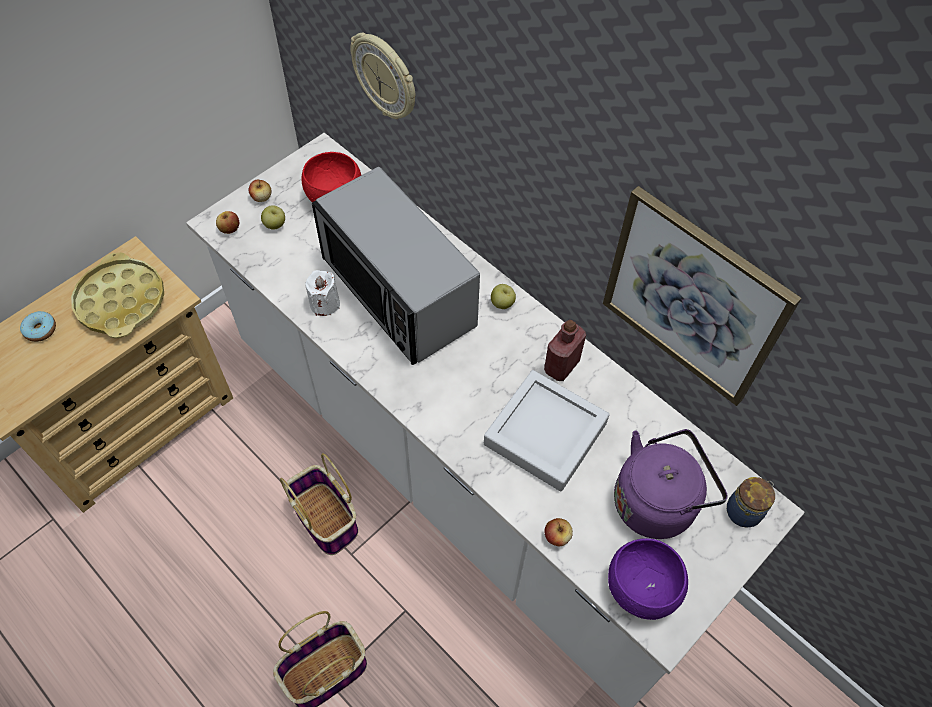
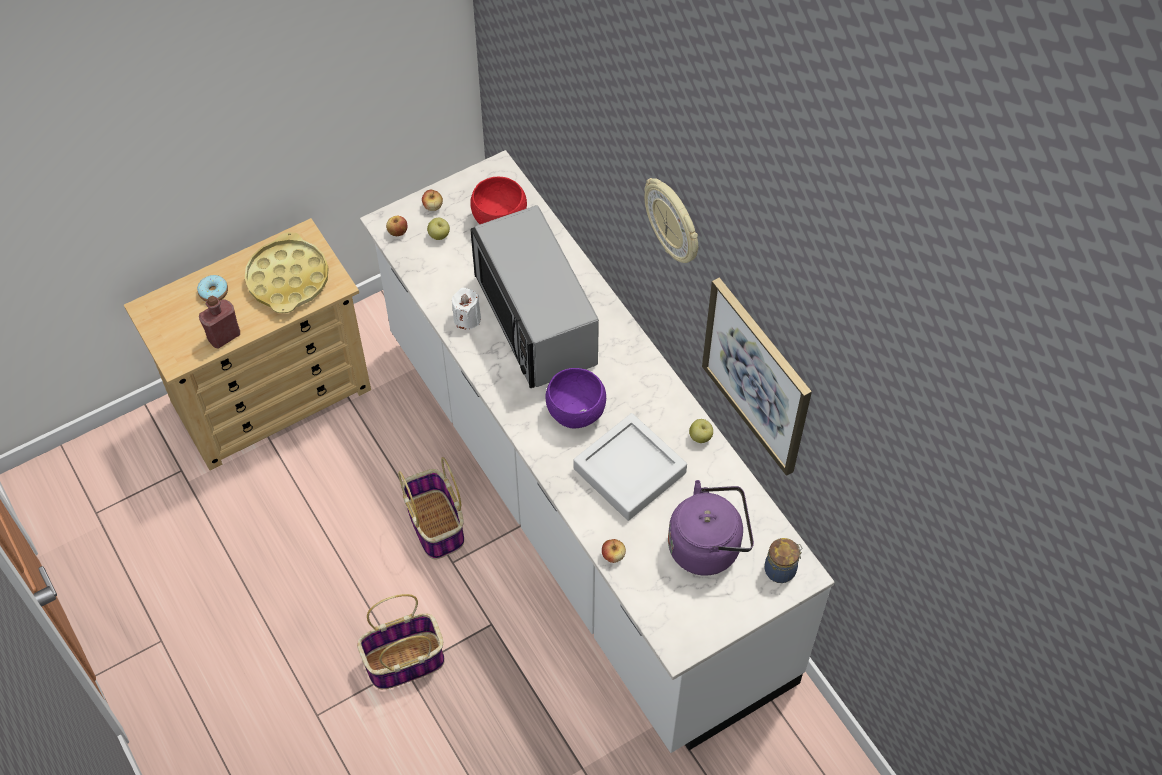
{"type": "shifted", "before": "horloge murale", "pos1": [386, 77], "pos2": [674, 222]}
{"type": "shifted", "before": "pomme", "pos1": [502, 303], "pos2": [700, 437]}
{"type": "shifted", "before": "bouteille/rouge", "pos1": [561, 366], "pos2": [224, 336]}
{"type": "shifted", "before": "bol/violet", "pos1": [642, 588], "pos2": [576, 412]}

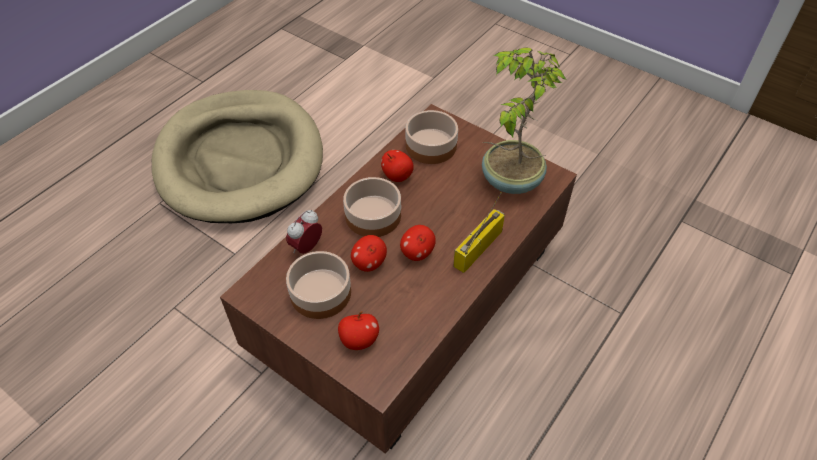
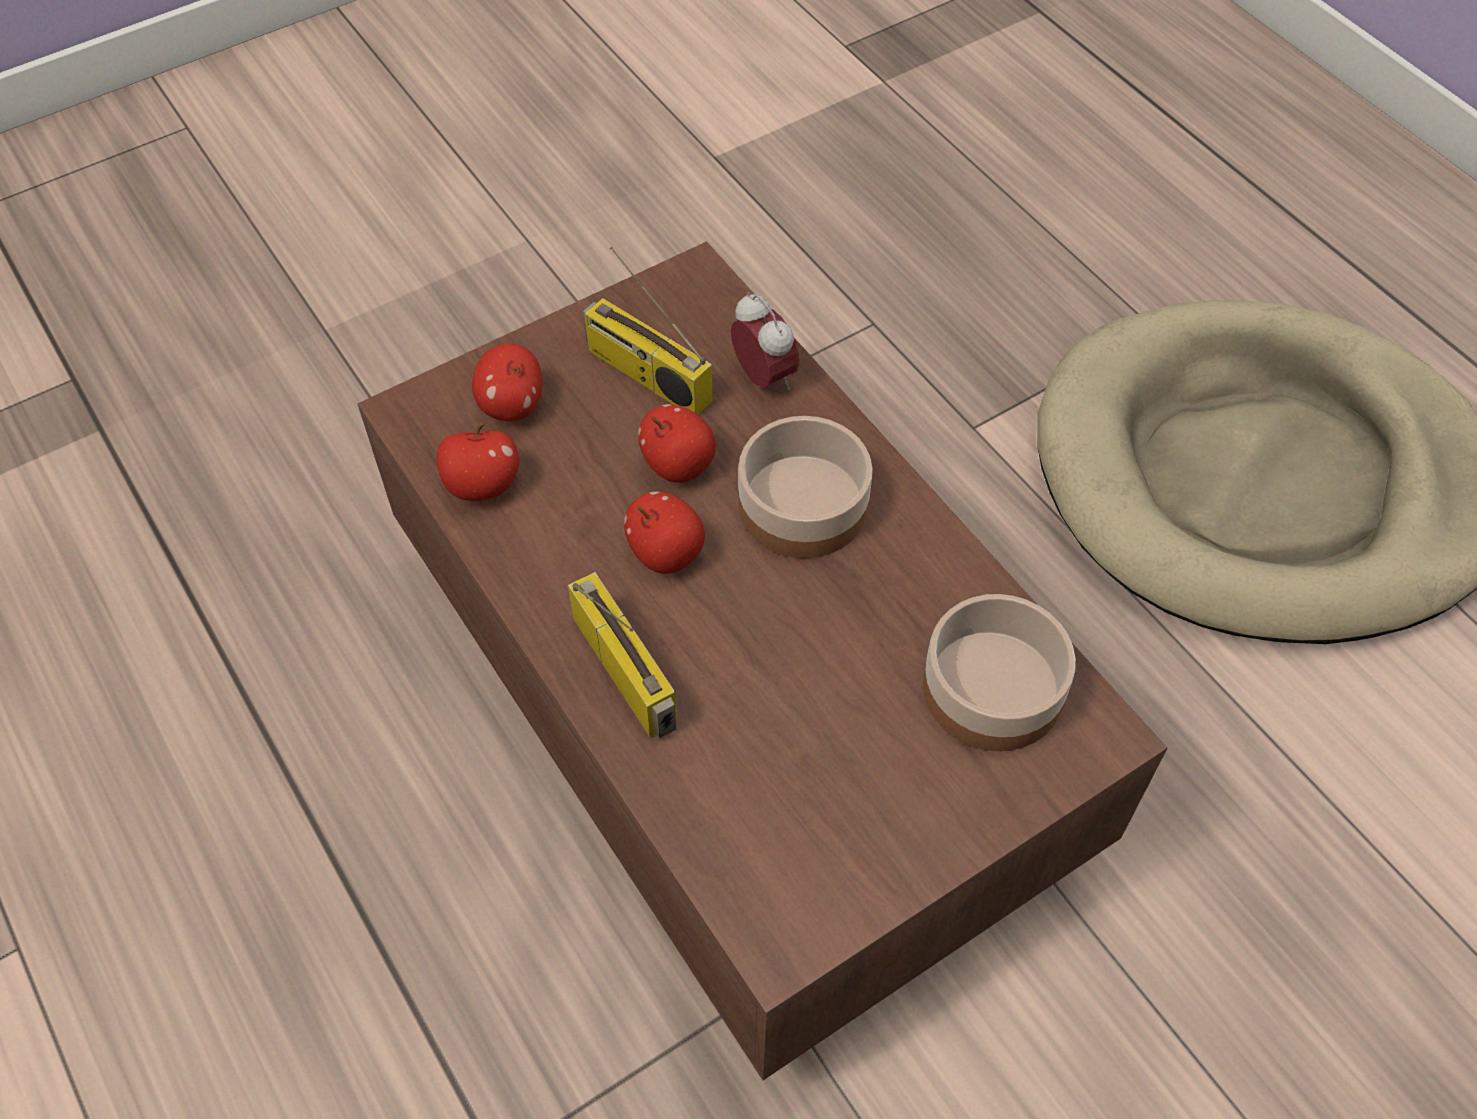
{"type": "gone", "before": "plante en pot", "pos1": [509, 180]}
{"type": "shifted", "before": "pomme", "pos1": [397, 176], "pos2": [482, 486]}
{"type": "swapped", "before": "bol", "after": "radio", "pos1": [320, 292], "pos2": [645, 376]}

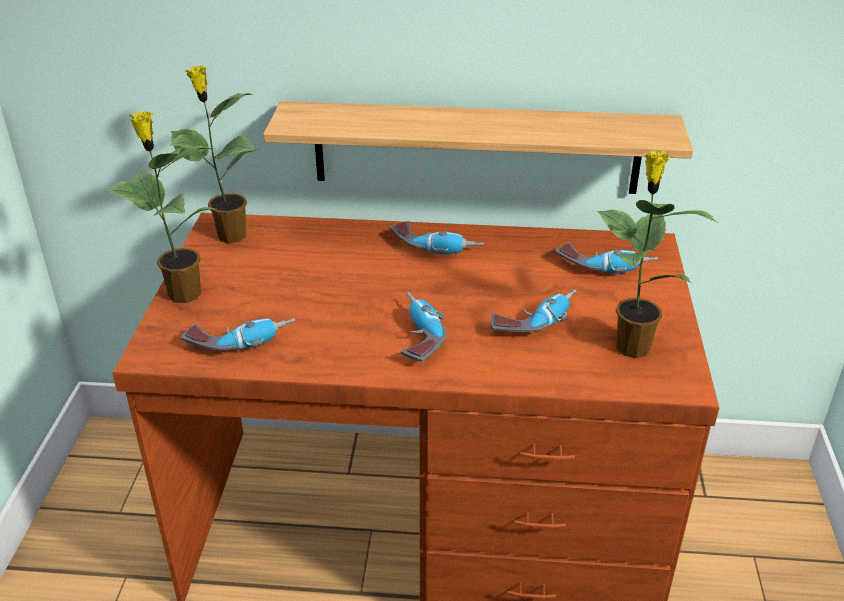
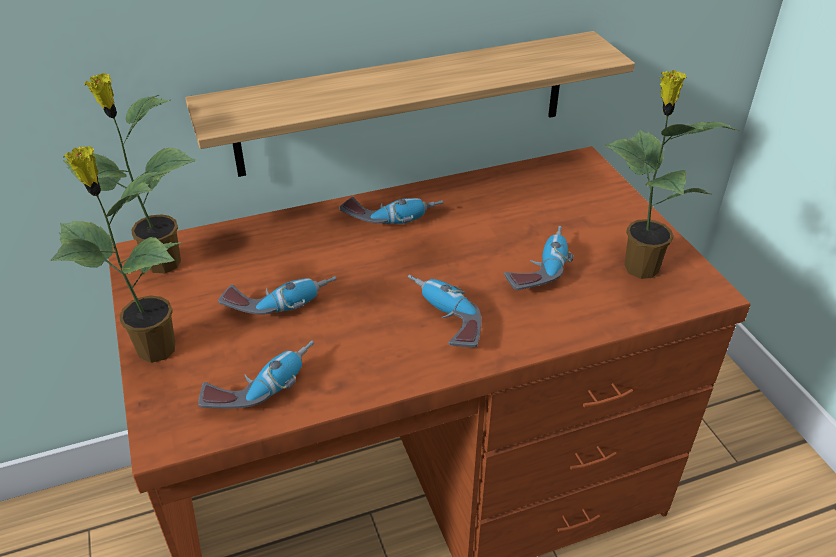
{"type": "shifted", "before": "perceuse", "pos1": [605, 266], "pos2": [280, 302]}

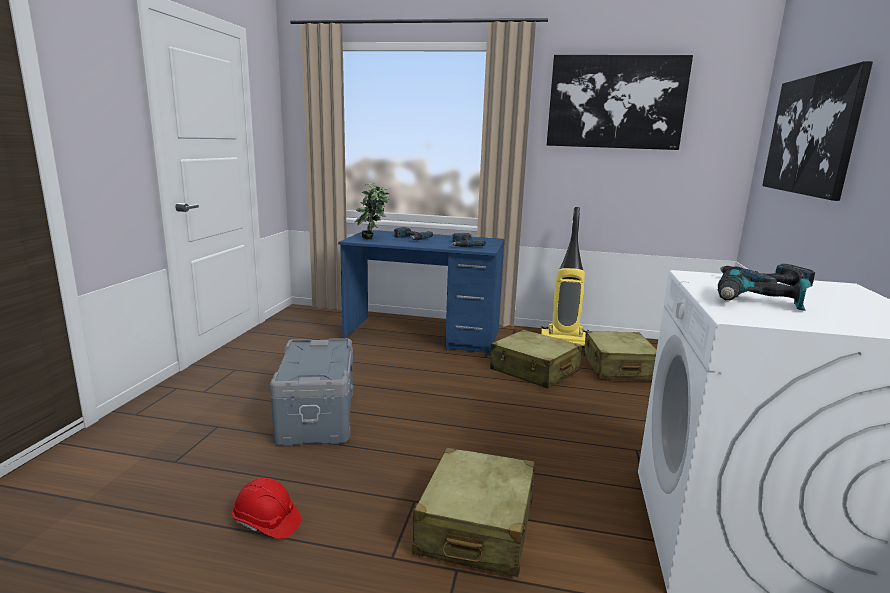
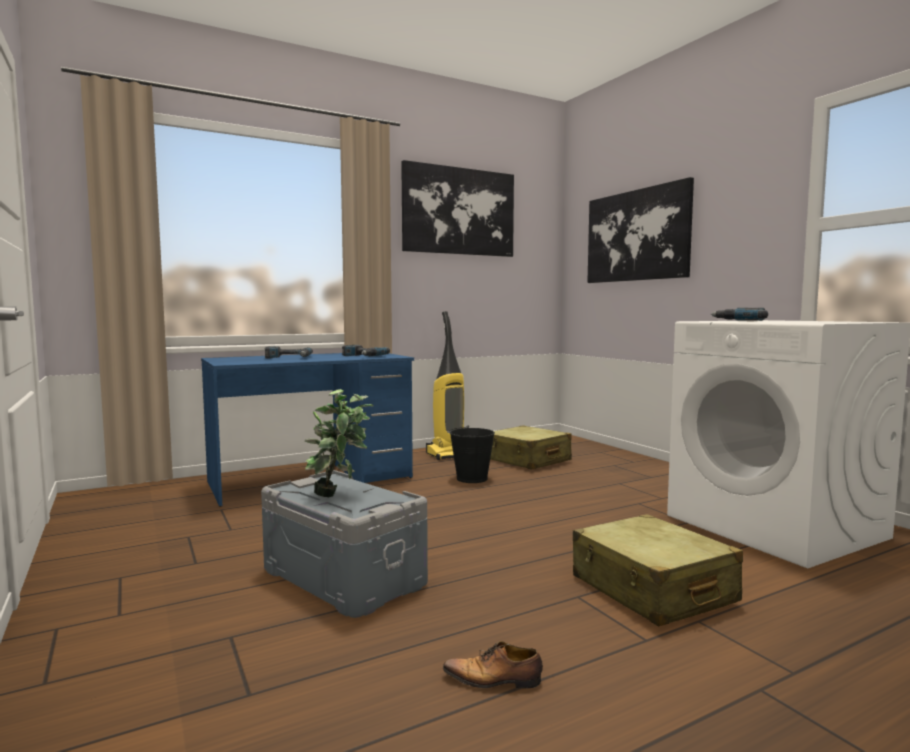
{"type": "shifted", "before": "plante en pot", "pos1": [373, 239], "pos2": [339, 495]}
{"type": "gone", "before": "perceuse", "pos1": [758, 303]}
{"type": "swapped", "before": "valise/beige", "after": "seau/noir", "pos1": [534, 371], "pos2": [472, 478]}
{"type": "swapped", "before": "casque de chantier/rouge", "after": "chaussure", "pos1": [266, 522], "pos2": [494, 680]}

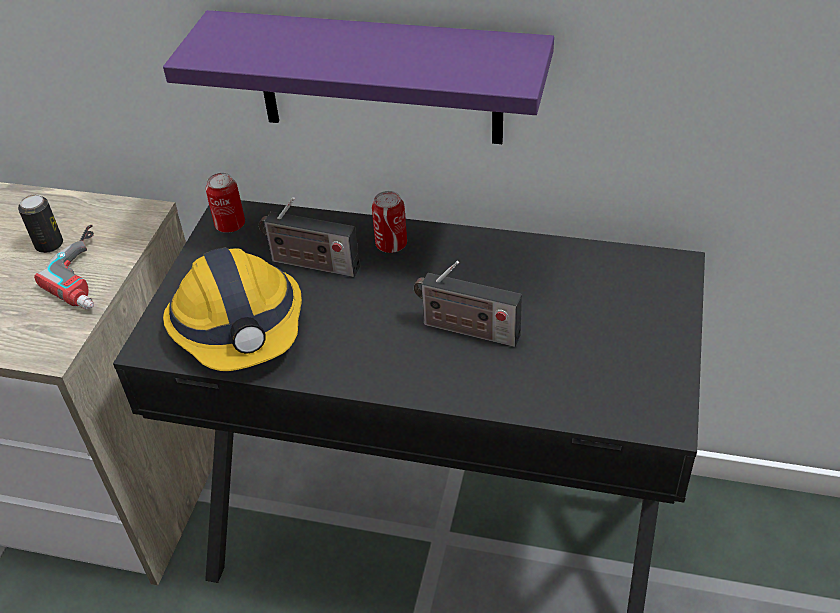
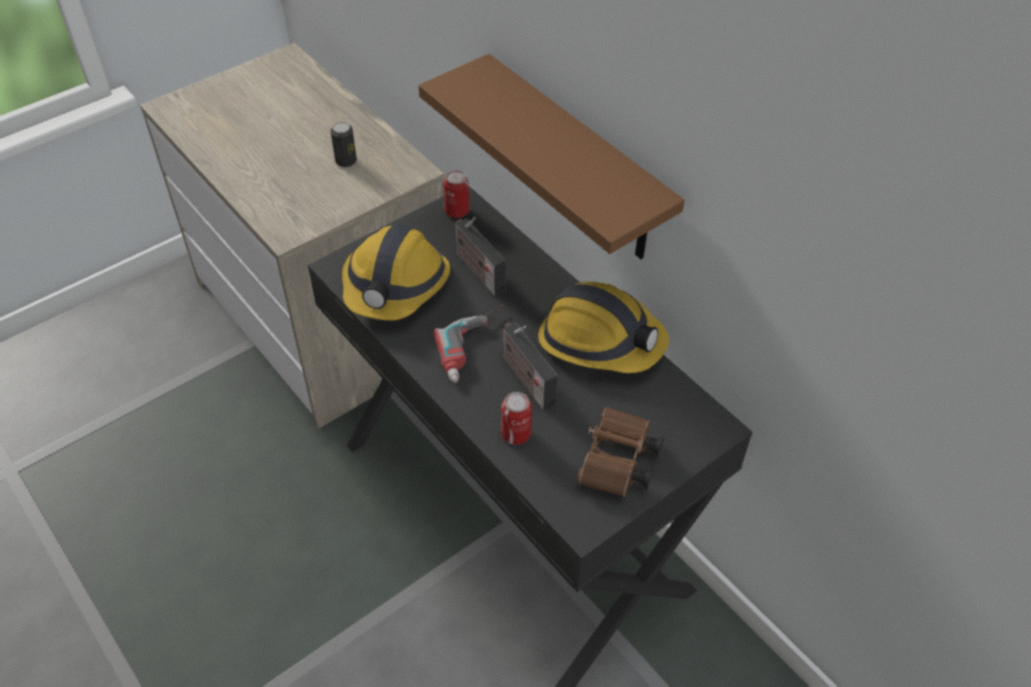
{"type": "repainted", "before": "étagère/violet", "after": "étagère/marron", "pos1": [379, 78], "pos2": [577, 162]}
{"type": "shifted", "before": "boîte métallique", "pos1": [391, 244], "pos2": [516, 434]}
{"type": "shifted", "before": "perceuse", "pos1": [91, 273], "pos2": [477, 348]}
{"type": "new", "after": "casque de chantier", "pos2": [600, 340]}
{"type": "new", "after": "jumelles/marron", "pos2": [617, 464]}

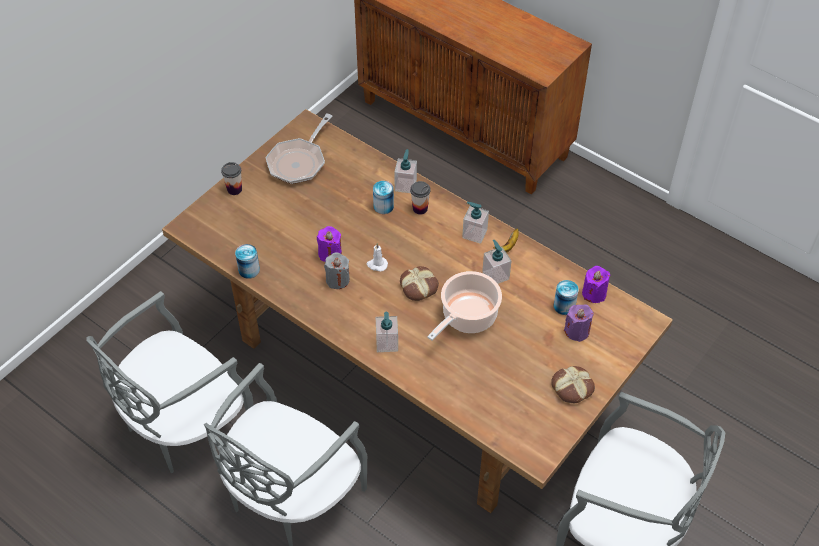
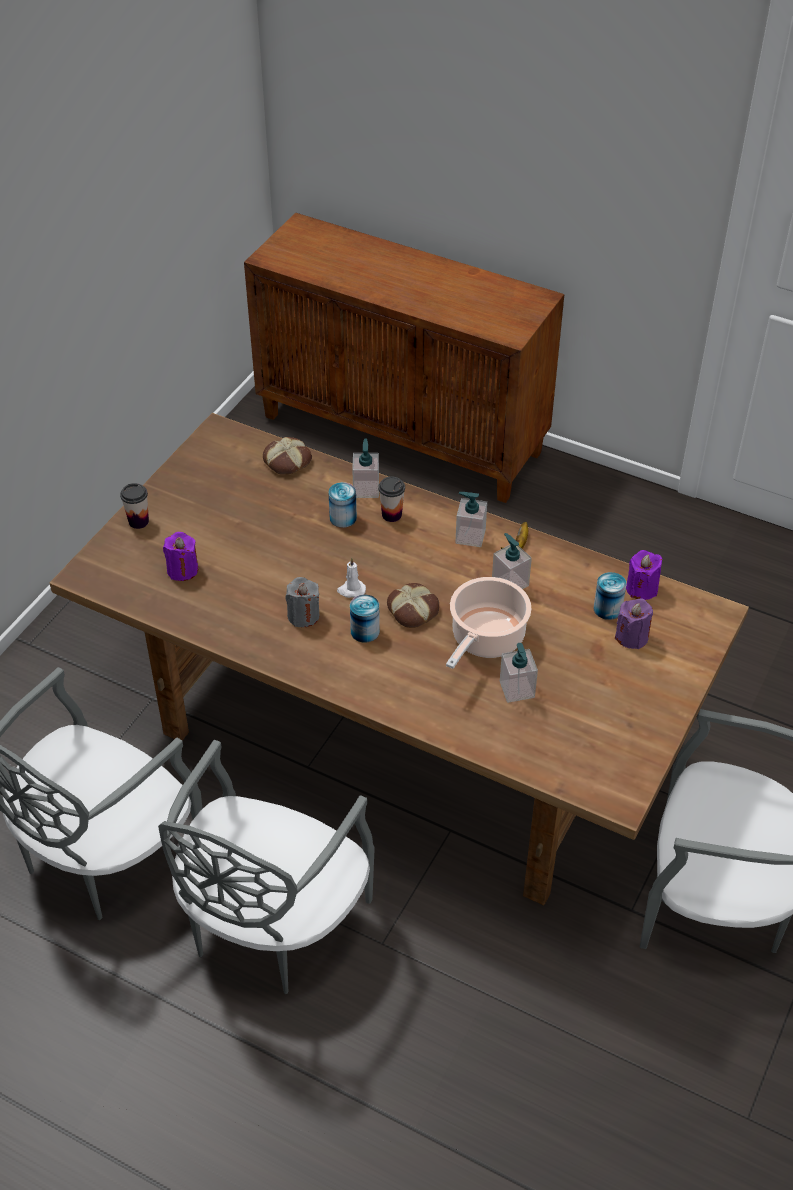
{"type": "gone", "before": "poêle", "pos1": [299, 161]}
{"type": "shifted", "before": "bougie/violet", "pos1": [330, 253], "pos2": [182, 570]}
{"type": "shifted", "before": "boîte métallique", "pos1": [249, 270], "pos2": [365, 631]}
{"type": "shifted", "before": "distributeur de savon", "pos1": [387, 343], "pos2": [517, 689]}
{"type": "shifted", "before": "pain", "pos1": [572, 388], "pos2": [288, 461]}

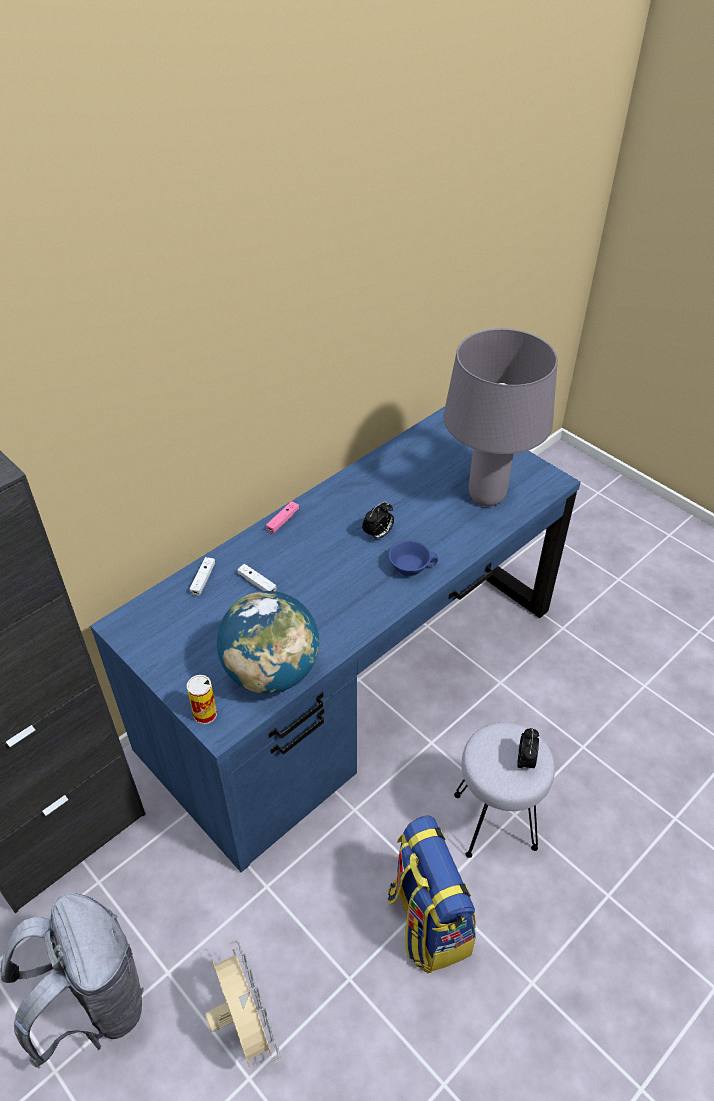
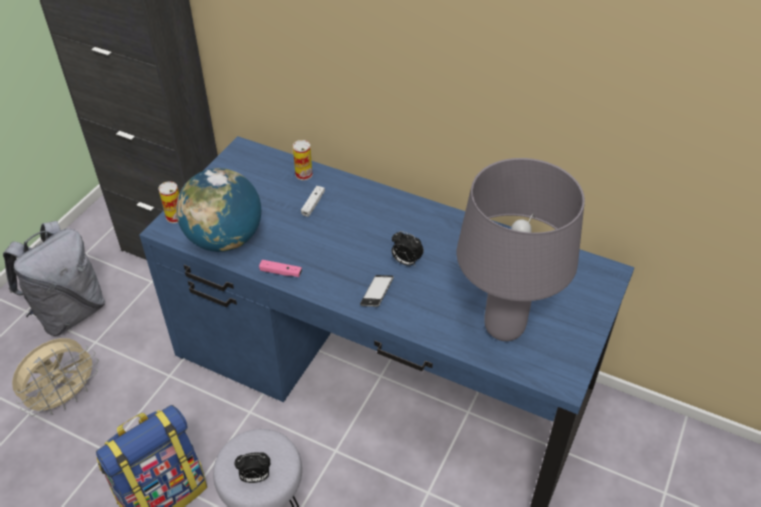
{"type": "shifted", "before": "manette/rose", "pos1": [283, 520], "pos2": [281, 272]}
{"type": "swapped", "before": "tasse/bleu", "after": "téléphone", "pos1": [410, 566], "pos2": [377, 293]}
{"type": "swapped", "before": "manette/blanc", "after": "boîte métallique", "pos1": [203, 579], "pos2": [304, 174]}

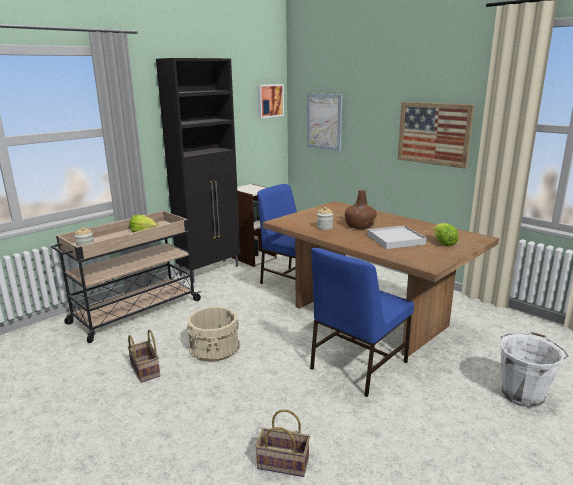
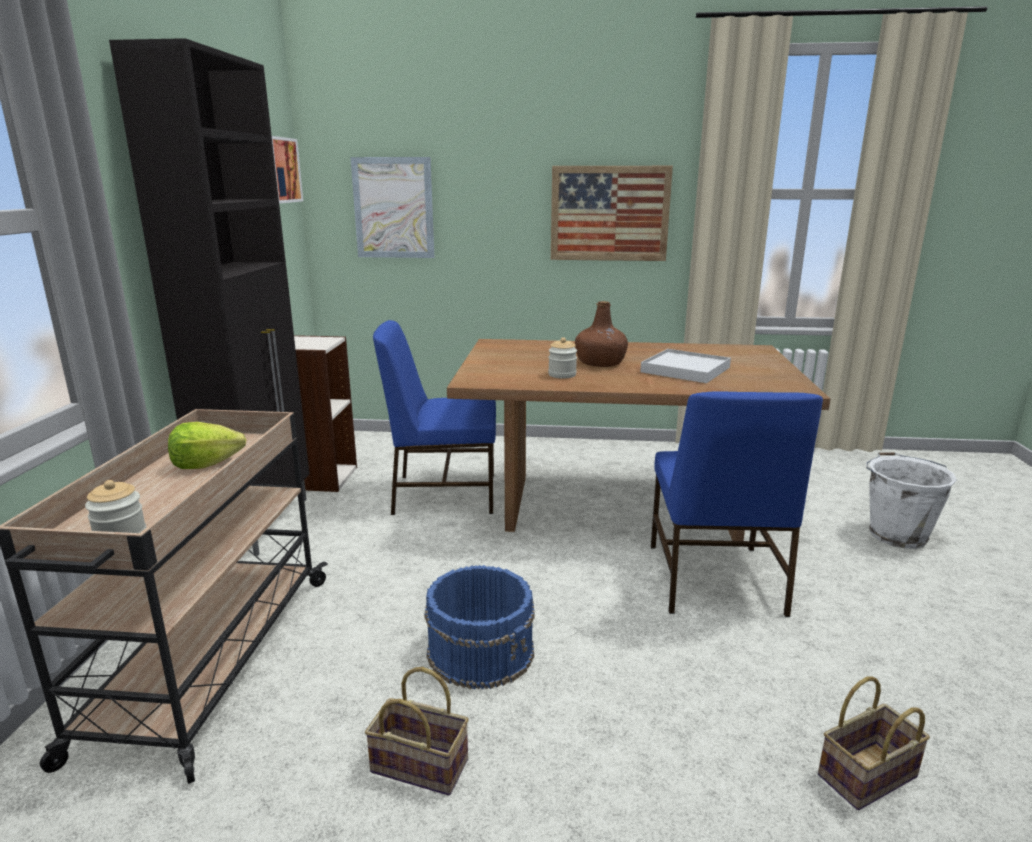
{"type": "gone", "before": "laitue", "pos1": [443, 243]}
{"type": "repainted", "before": "seau/beige", "after": "seau/bleu", "pos1": [215, 347], "pos2": [481, 651]}

